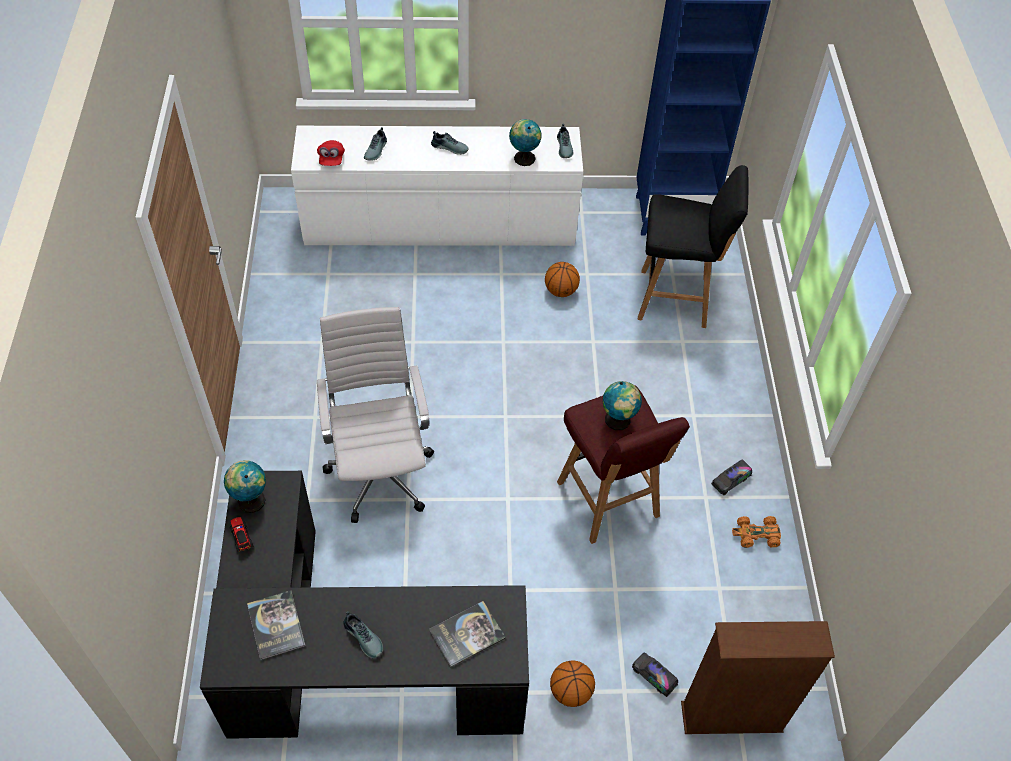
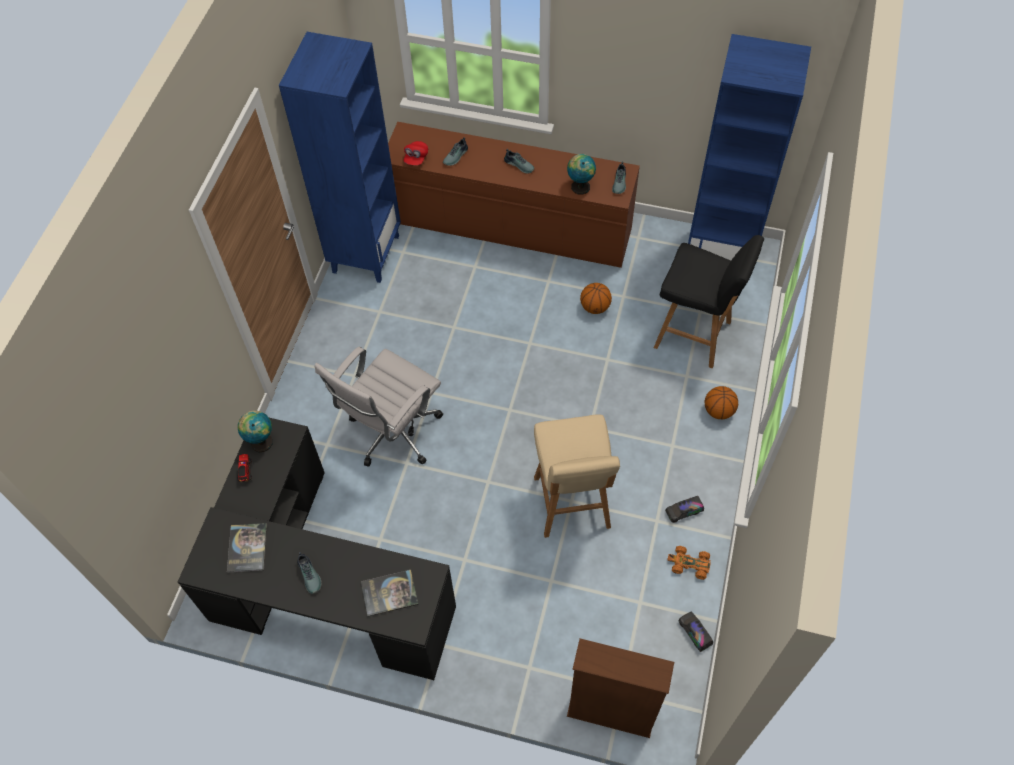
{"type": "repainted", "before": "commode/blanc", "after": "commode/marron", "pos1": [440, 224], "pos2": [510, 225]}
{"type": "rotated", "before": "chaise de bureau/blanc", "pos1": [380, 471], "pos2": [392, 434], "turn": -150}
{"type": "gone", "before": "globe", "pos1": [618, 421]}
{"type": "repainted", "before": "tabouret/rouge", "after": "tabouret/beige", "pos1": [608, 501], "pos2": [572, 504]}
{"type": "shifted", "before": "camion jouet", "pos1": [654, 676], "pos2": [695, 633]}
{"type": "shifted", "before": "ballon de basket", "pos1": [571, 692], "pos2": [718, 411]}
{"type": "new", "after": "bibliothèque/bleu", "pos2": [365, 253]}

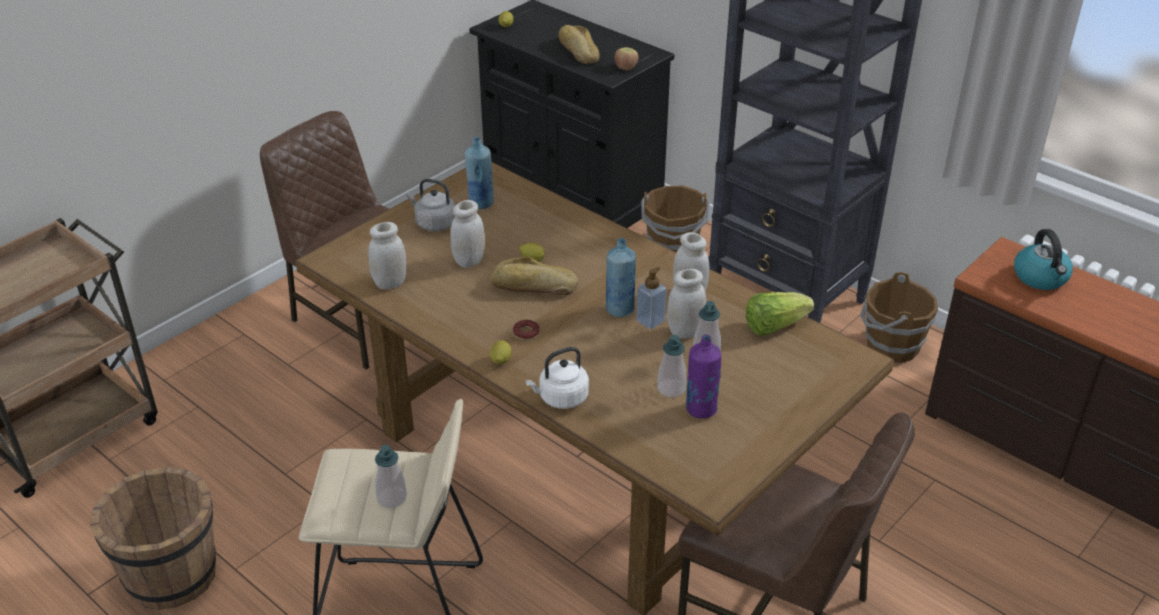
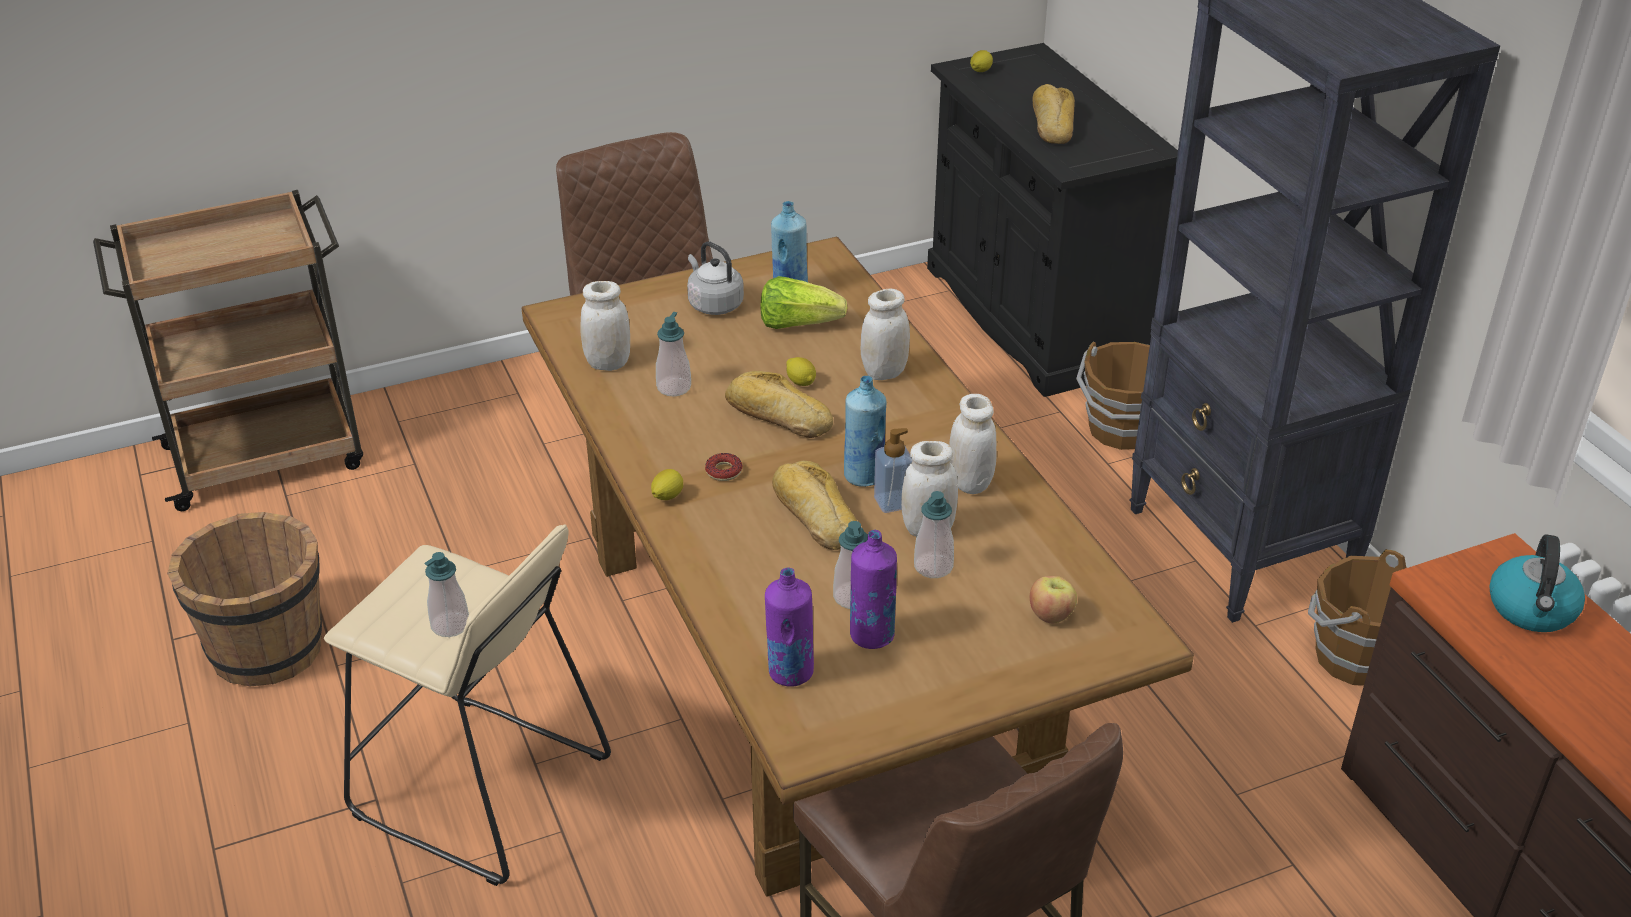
{"type": "shifted", "before": "pomme", "pos1": [626, 68], "pos2": [1051, 615]}
{"type": "shifted", "before": "bocal/blanc", "pos1": [469, 261], "pos2": [884, 372]}
{"type": "shifted", "before": "laitue", "pos1": [774, 326], "pos2": [798, 324]}
{"type": "gone", "before": "bouilloire/blanc", "pos1": [561, 398]}
{"type": "new", "after": "distributeur de savon", "pos2": [674, 387]}
{"type": "new", "after": "pain", "pos2": [814, 515]}
{"type": "new", "after": "bouteille/violet", "pos2": [790, 672]}

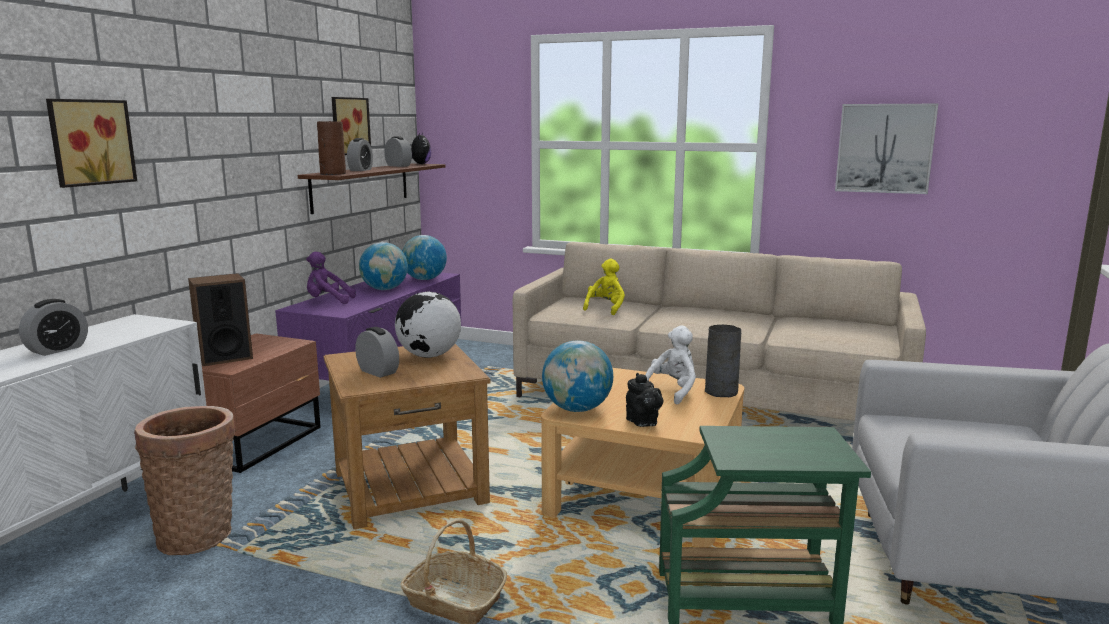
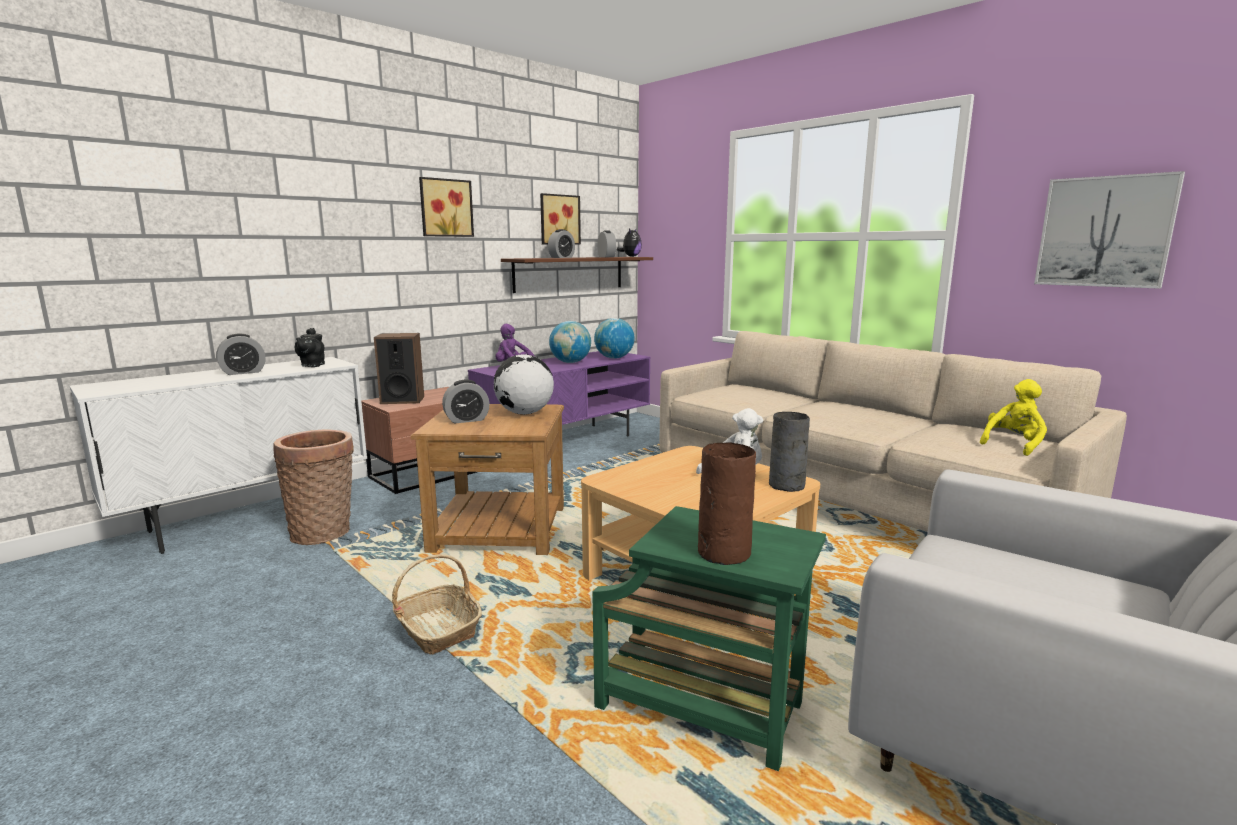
{"type": "shifted", "before": "tableau", "pos1": [89, 142], "pos2": [445, 208]}
{"type": "shifted", "before": "vase/marron", "pos1": [332, 174], "pos2": [722, 553]}
{"type": "shifted", "before": "peluche/jaune", "pos1": [605, 308], "pos2": [1013, 445]}
{"type": "rotated", "before": "réveil", "pos1": [378, 372], "pos2": [466, 420], "turn": 90}
{"type": "gone", "before": "globe", "pos1": [577, 409]}
{"type": "shifted", "before": "théière/noir", "pos1": [643, 423], "pos2": [312, 365]}

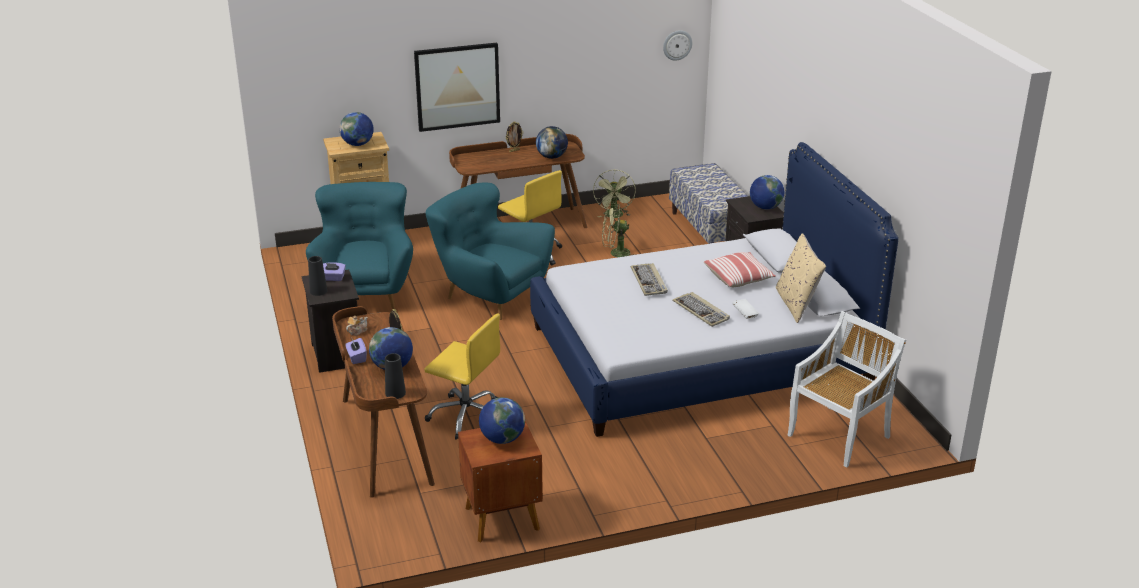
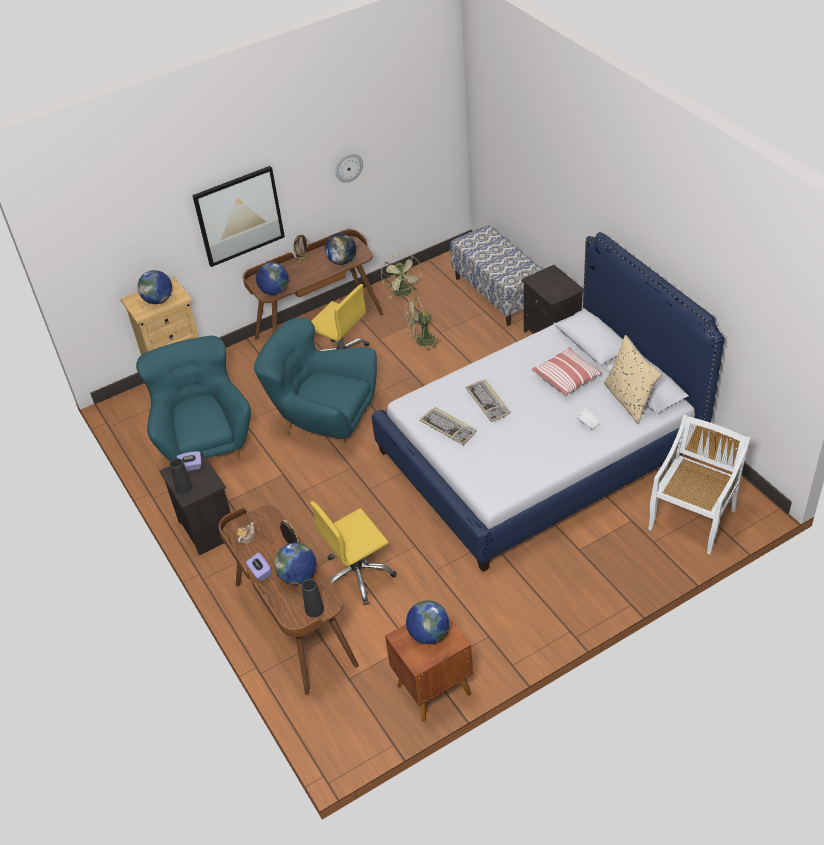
{"type": "shifted", "before": "horloge murale", "pos1": [677, 45], "pos2": [348, 167]}
{"type": "shifted", "before": "globe", "pos1": [765, 207], "pos2": [274, 291]}
{"type": "shifted", "before": "clavier", "pos1": [701, 311], "pos2": [449, 427]}
{"type": "rotated", "before": "chaise de bureau/jaune", "pos1": [467, 416], "pos2": [357, 576], "turn": 135}

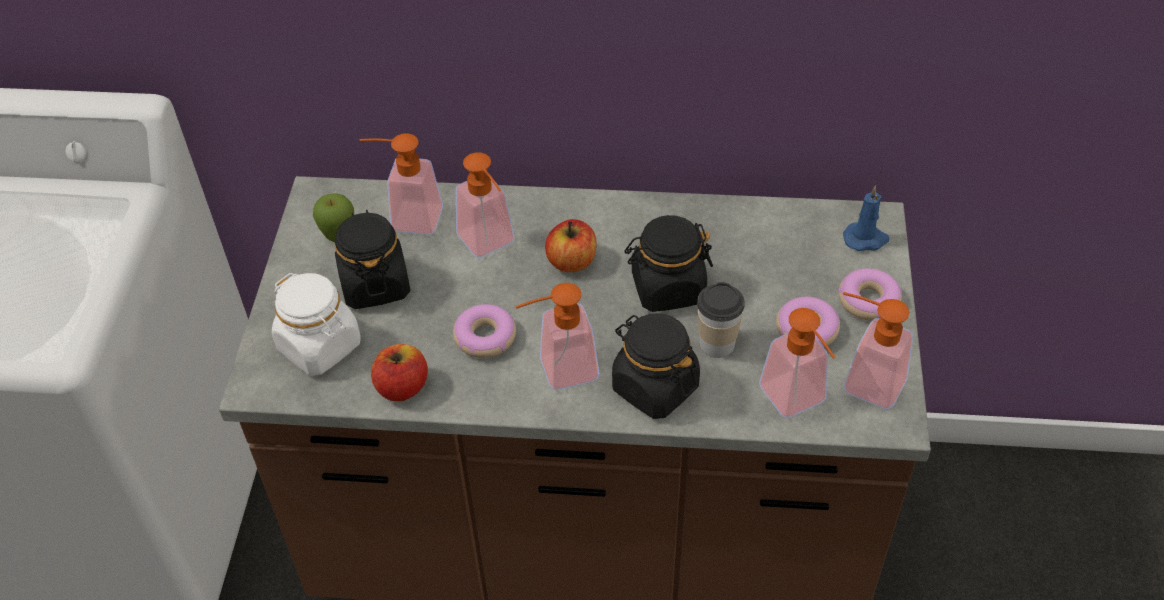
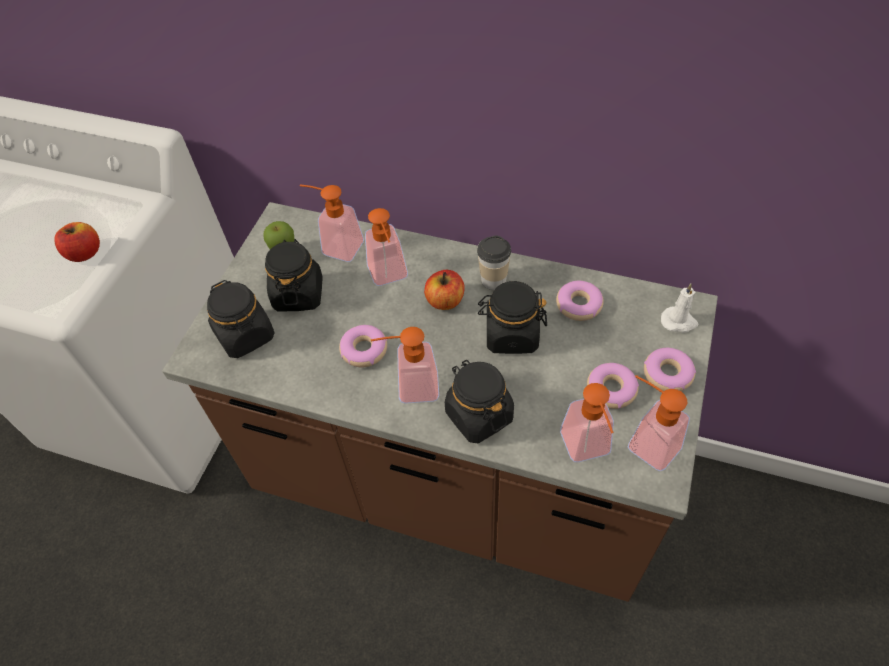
{"type": "repainted", "before": "bougie/bleu", "after": "bougie/blanc", "pos1": [866, 239], "pos2": [679, 321]}
{"type": "repainted", "before": "bocal/blanc", "after": "bocal/noir", "pos1": [320, 346], "pos2": [245, 335]}
{"type": "shifted", "before": "tasse", "pos1": [717, 344], "pos2": [493, 280]}
{"type": "shifted", "before": "pomme", "pos1": [402, 387], "pos2": [85, 253]}
{"type": "new", "after": "beignet", "pos2": [579, 305]}

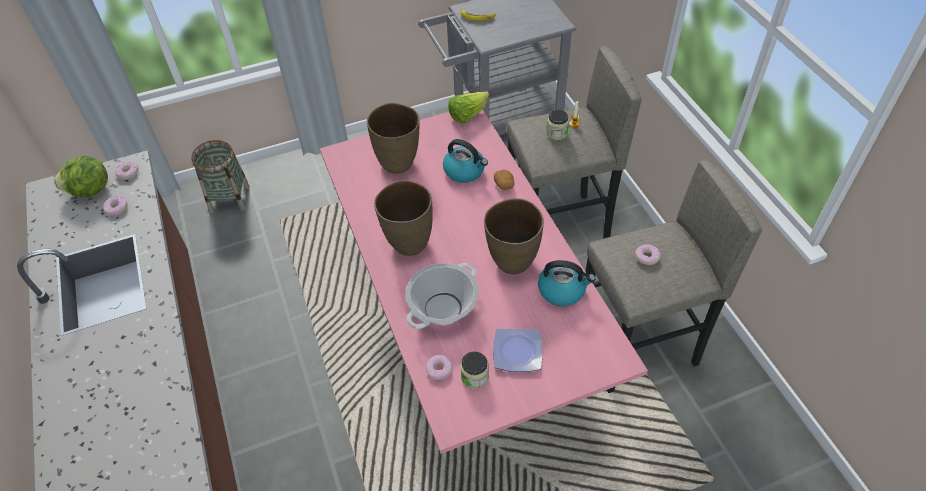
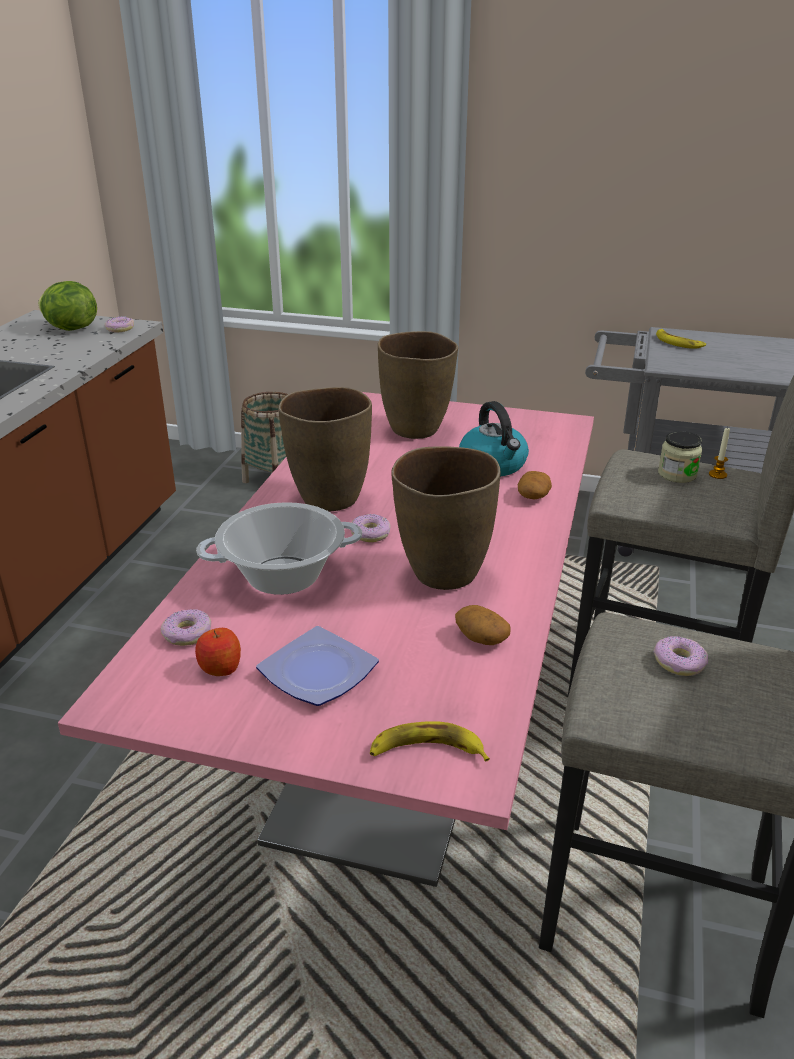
{"type": "gone", "before": "laitue", "pos1": [467, 115]}
{"type": "shifted", "before": "beignet", "pos1": [116, 208], "pos2": [370, 534]}
{"type": "swapped", "before": "bouilloire", "after": "pomme de terre", "pos1": [562, 290], "pos2": [481, 637]}
{"type": "swapped", "before": "bocal", "after": "pomme", "pos1": [475, 377], "pos2": [220, 667]}
{"type": "new", "after": "banane", "pos2": [426, 750]}

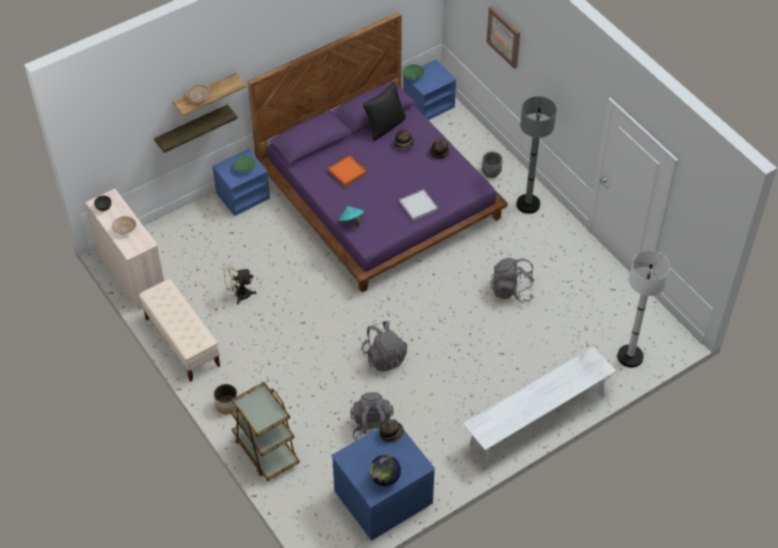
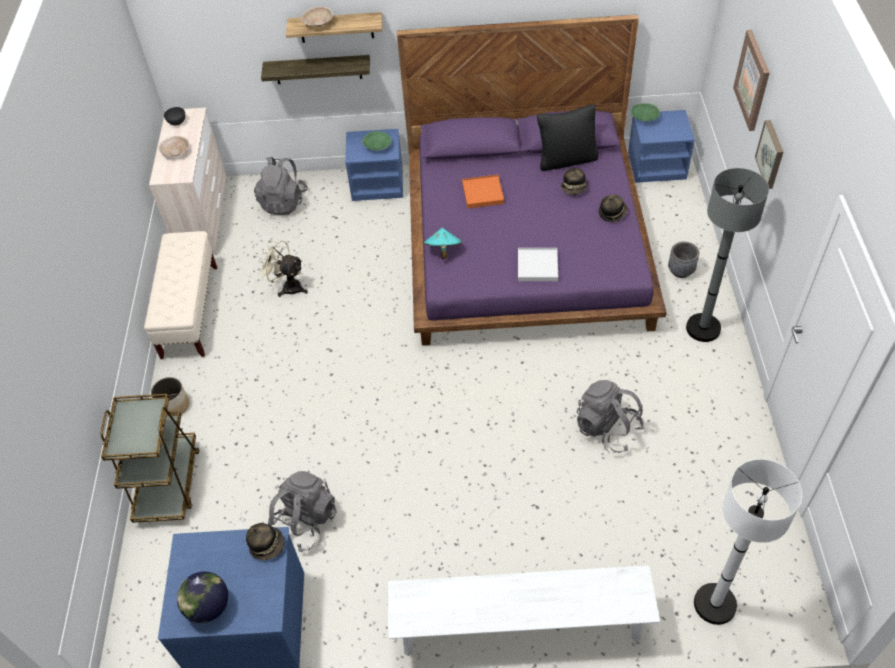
{"type": "shifted", "before": "sac à dos/gris", "pos1": [384, 357], "pos2": [284, 202]}
{"type": "new", "after": "tableau", "pos2": [771, 154]}

